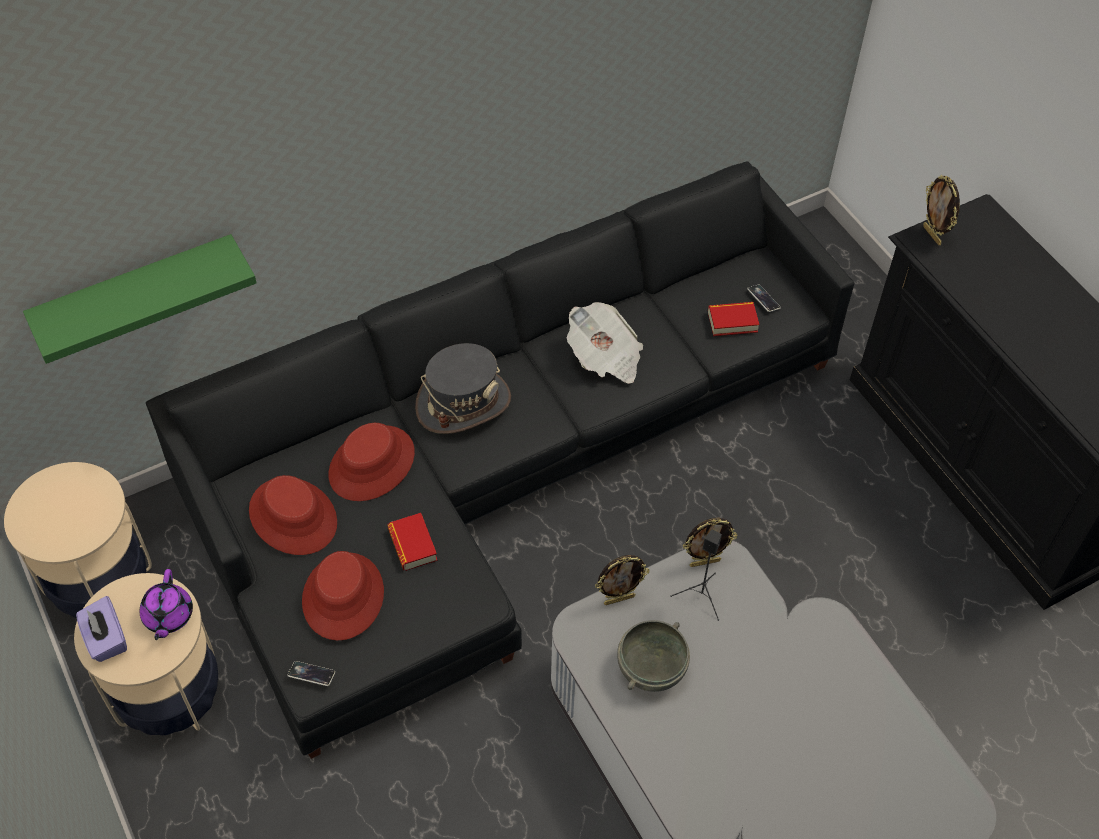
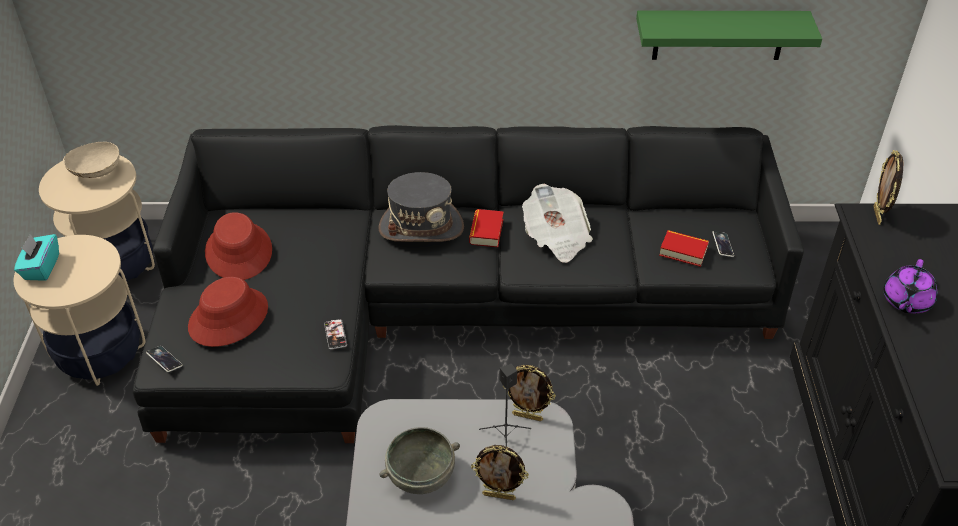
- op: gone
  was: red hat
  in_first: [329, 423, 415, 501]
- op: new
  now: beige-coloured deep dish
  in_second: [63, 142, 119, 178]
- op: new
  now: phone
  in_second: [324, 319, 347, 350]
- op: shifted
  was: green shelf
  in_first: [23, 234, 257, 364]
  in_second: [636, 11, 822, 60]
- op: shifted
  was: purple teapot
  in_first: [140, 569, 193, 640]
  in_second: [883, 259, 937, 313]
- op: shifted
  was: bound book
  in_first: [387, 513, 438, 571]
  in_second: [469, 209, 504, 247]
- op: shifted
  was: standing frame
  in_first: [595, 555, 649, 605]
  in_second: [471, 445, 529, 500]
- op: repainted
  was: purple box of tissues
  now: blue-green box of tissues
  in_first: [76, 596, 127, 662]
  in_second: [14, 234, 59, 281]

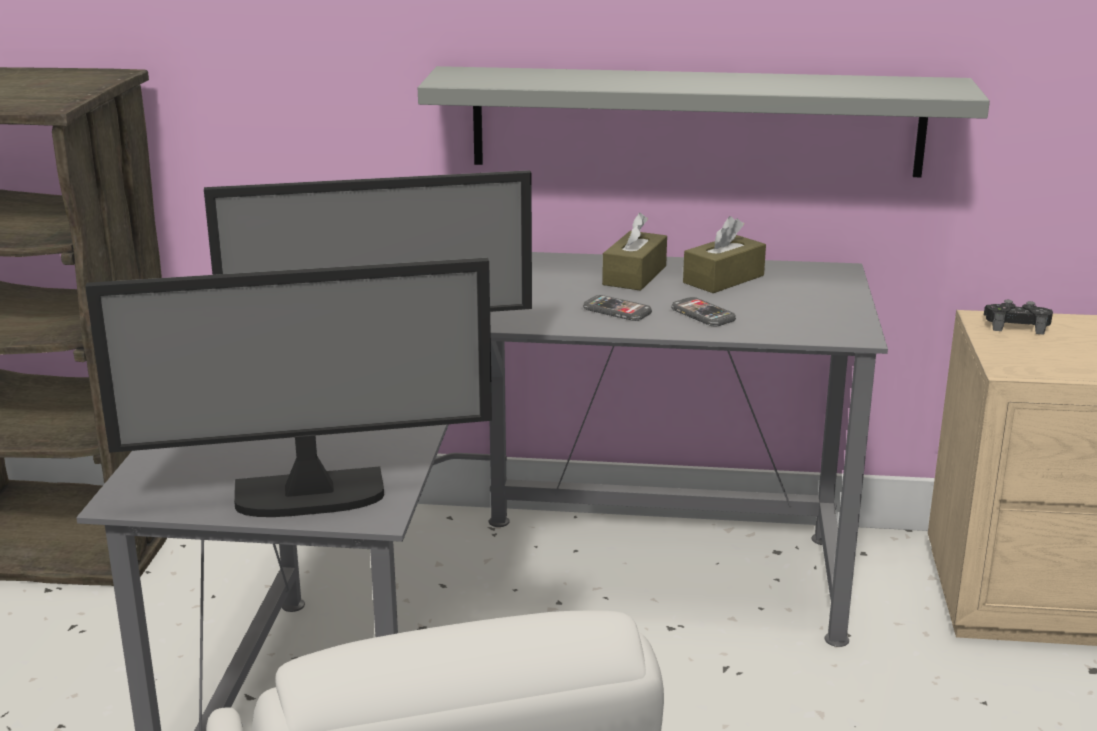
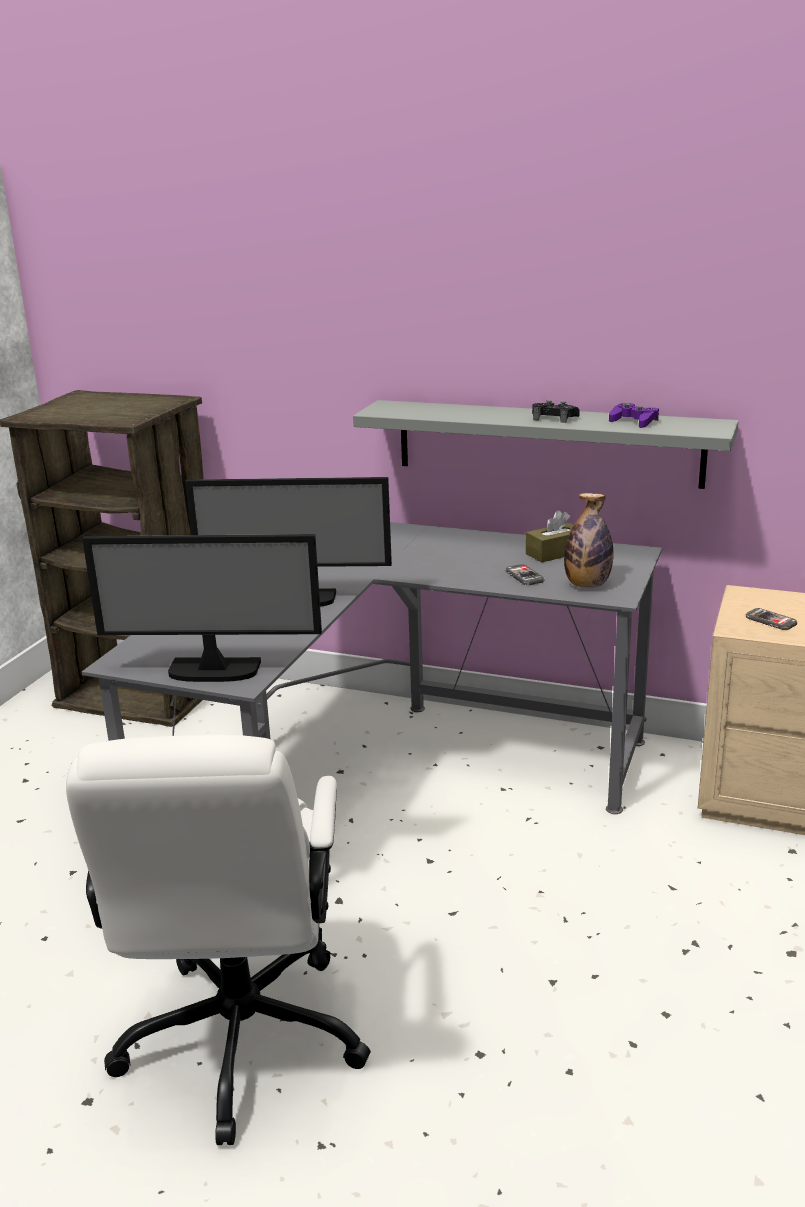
- op: gone
  was: brown-coloured box of tissues
  in_first: [602, 213, 667, 291]
- op: new
  now: beverage bottle
  in_second: [564, 493, 613, 588]
- op: new
  now: purple gamepad
  in_second: [609, 403, 659, 428]
- op: shifted
  was: phone
  in_first: [583, 295, 652, 321]
  in_second: [746, 608, 797, 630]
- op: shifted
  was: black gamepad
  in_first: [984, 300, 1053, 335]
  in_second: [532, 400, 580, 423]

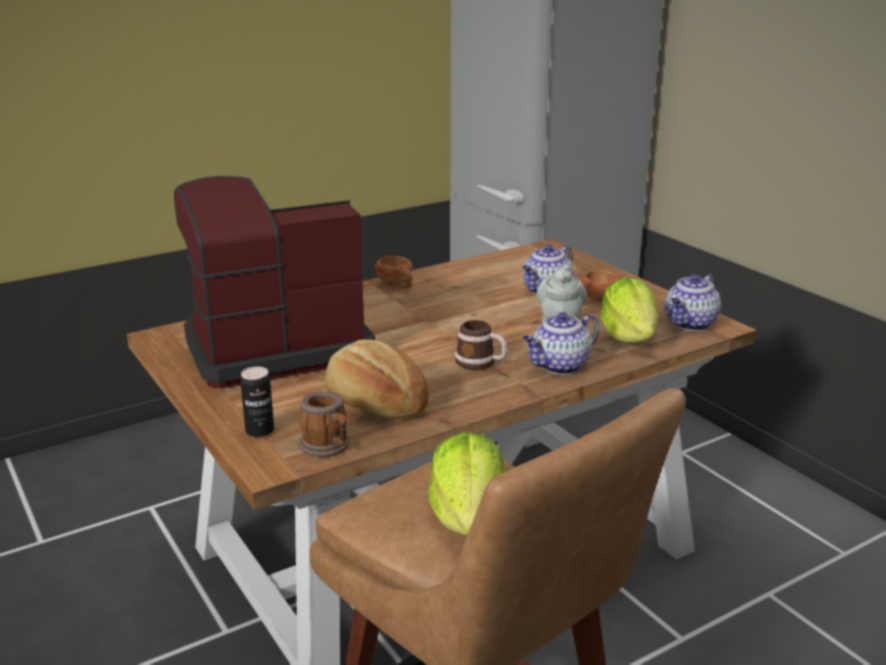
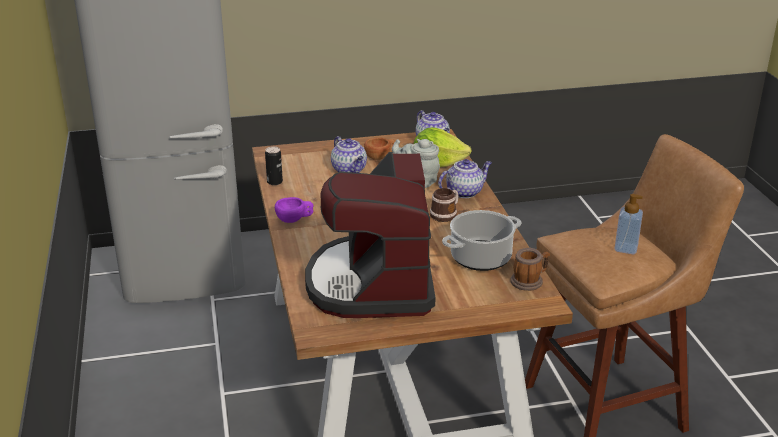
- op: shifted
  was: can
  in_first: [240, 367, 274, 438]
  in_second: [265, 146, 283, 185]
- op: swapped
  was: bread
  now: cooking pot
  in_first: [325, 340, 429, 419]
  in_second: [442, 210, 521, 271]
- op: swapped
  was: lettuce head
  now: soap dispenser
  in_first: [429, 432, 505, 535]
  in_second: [614, 194, 643, 254]
- op: repainted
  was: brown-coloured small cup
  now: purple small cup
  in_first: [376, 256, 412, 289]
  in_second: [275, 197, 313, 223]
- op: rotated
  was: teapot
  in_first: [523, 312, 600, 375]
  in_second: [438, 159, 492, 198]
  clockwise: -105

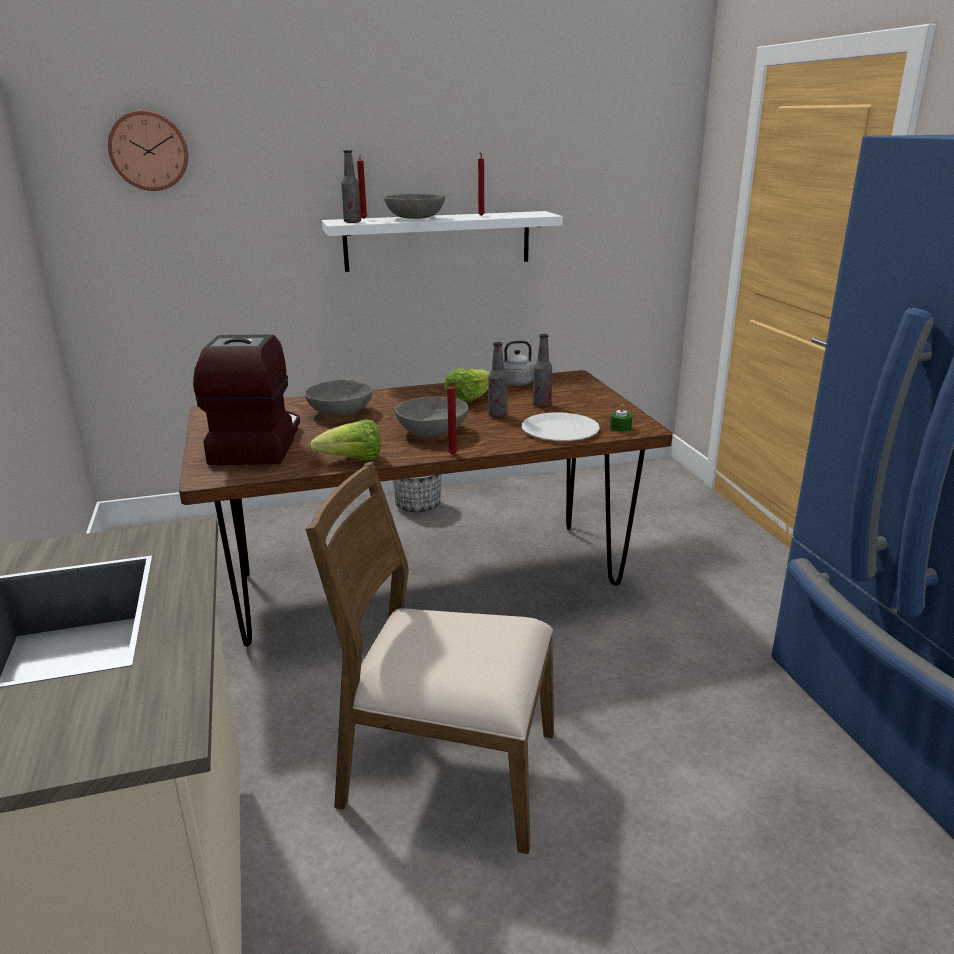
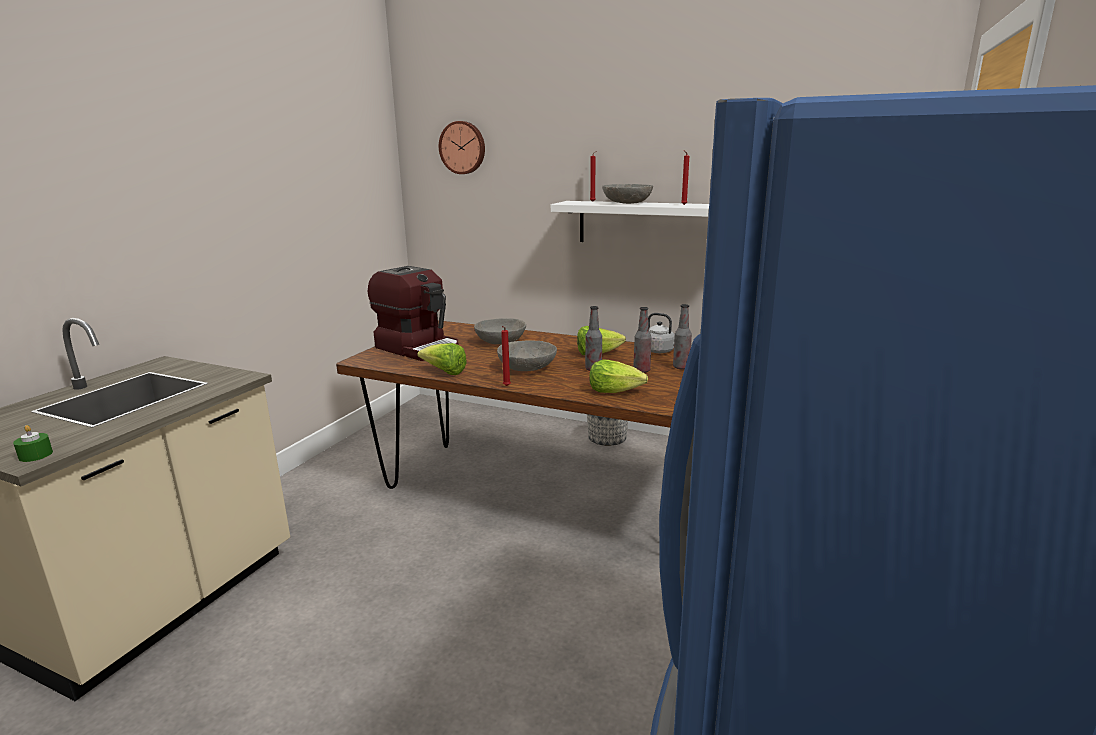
- op: gone
  was: brown-coloured chair
  in_first: [306, 462, 554, 854]
- op: shifted
  was: beverage bottle
  in_first: [341, 150, 361, 223]
  in_second: [673, 304, 692, 370]
- op: shifted
  was: green wax candle
  in_first: [610, 404, 632, 432]
  in_second: [13, 425, 53, 462]
- op: swapped
  was: white-coloured plate
  now: lettuce head
  in_first: [522, 413, 600, 441]
  in_second: [590, 360, 648, 393]
- op: rotated
  was: coffee brewer
  in_first: [193, 334, 300, 465]
  in_second: [368, 266, 459, 361]
  clockwise: 90

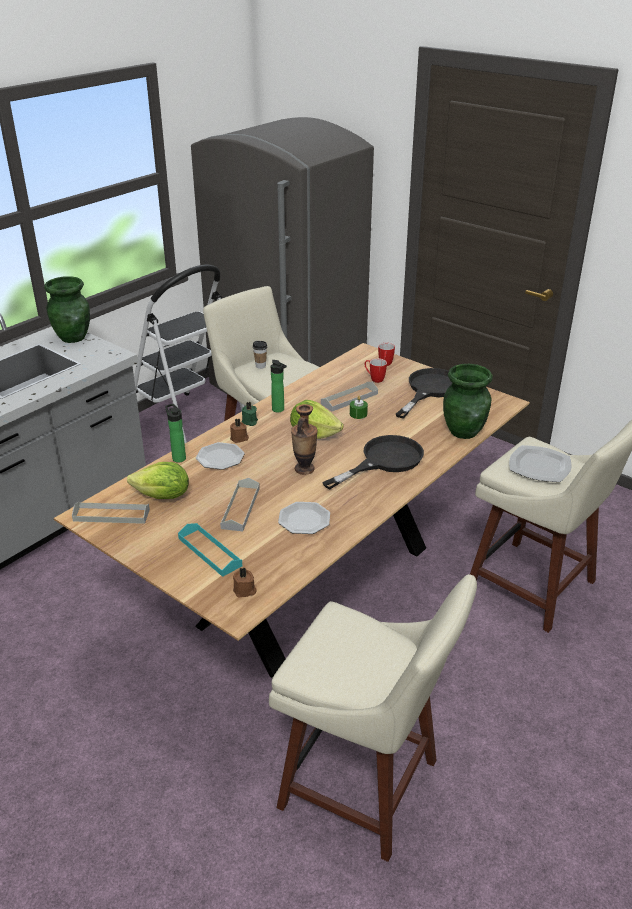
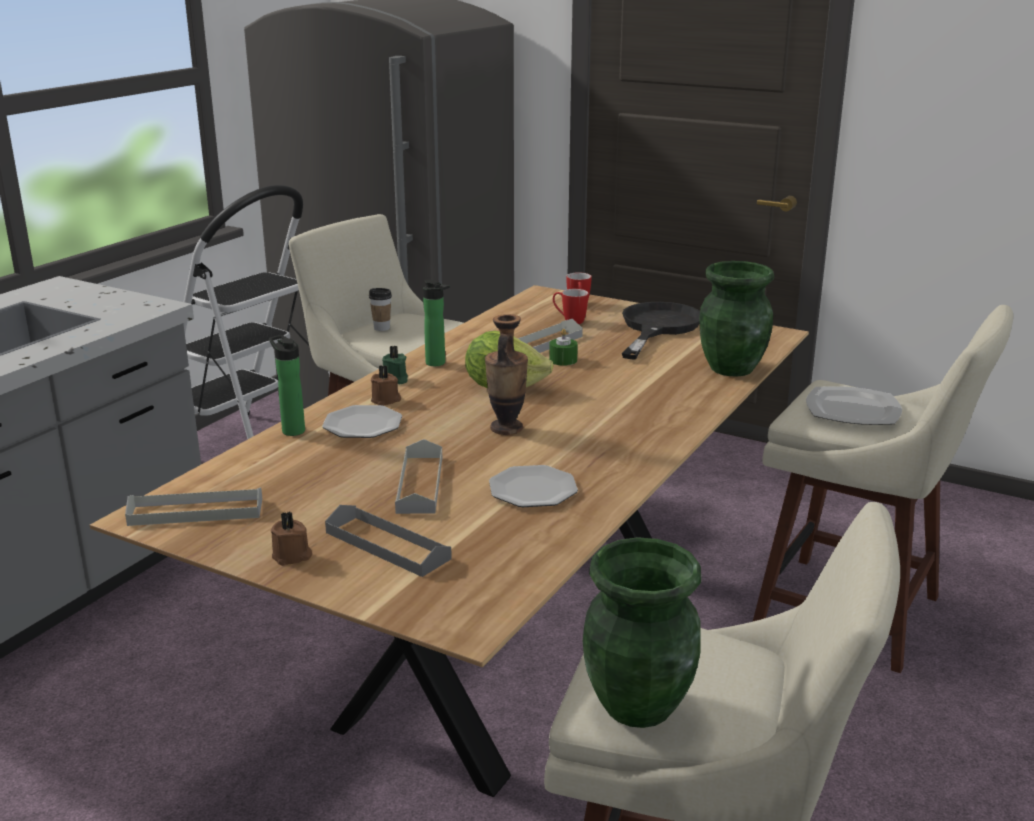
- op: gone
  was: lettuce head
  in_first: [127, 462, 189, 499]
- op: gone
  was: black frying pan
  in_first: [322, 435, 424, 490]
- op: shifted
  was: green decorative vase
  in_first: [44, 276, 90, 343]
  in_second: [583, 537, 701, 728]
- op: shifted
  was: brown-coloured wax candle
  in_first: [233, 568, 257, 598]
  in_second: [270, 512, 312, 566]
- op: repainted
  was: blue-green tray
  now: grey tray
  in_first: [178, 523, 242, 577]
  in_second: [325, 505, 452, 577]

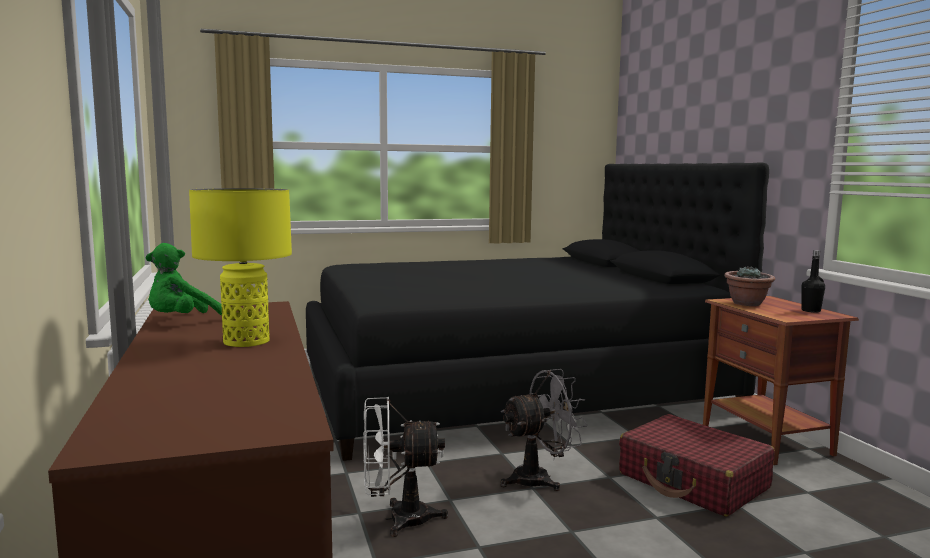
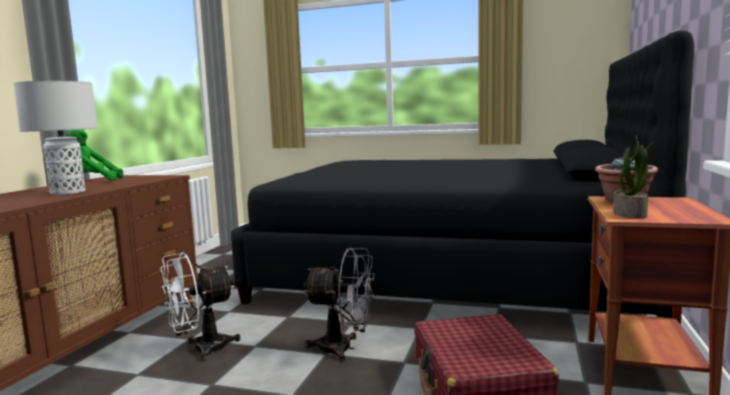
- op: gone
  was: black beverage bottle
  in_first: [802, 250, 825, 313]
- op: new
  now: potted plant
  in_second: [613, 136, 655, 219]
- op: repainted
  was: yellow-coloured lamp for a table
  now: white-coloured lamp for a table
  in_first: [189, 188, 292, 347]
  in_second: [14, 81, 98, 195]
- op: rotated
  was: white-coloured electric fan
  in_first: [363, 397, 448, 537]
  in_second: [160, 252, 241, 361]
  clockwise: -60

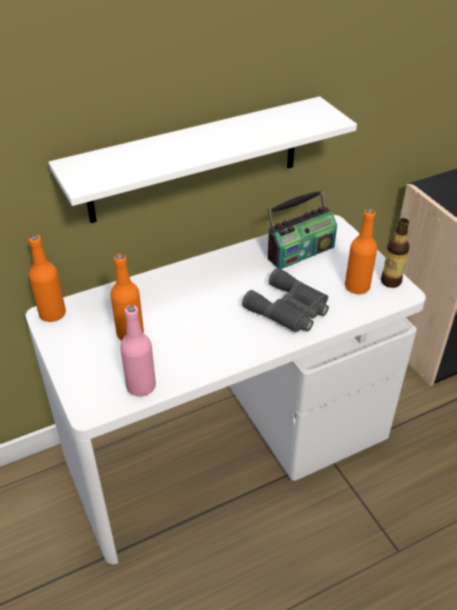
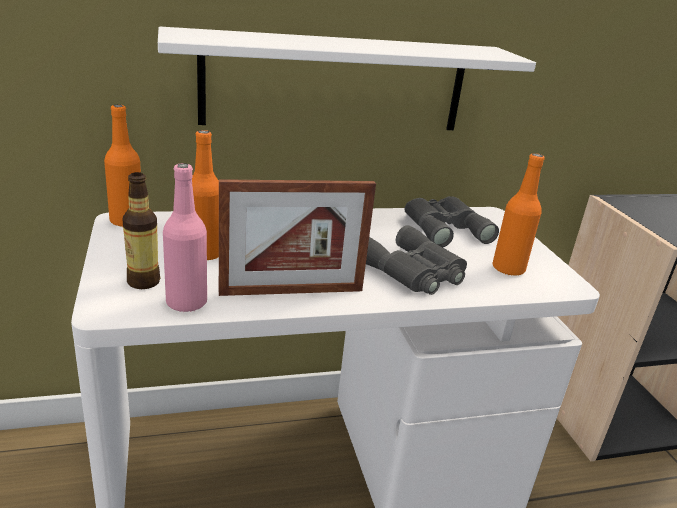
- op: new
  now: standing frame
  in_second: [219, 179, 376, 296]
- op: shifted
  was: beverage bottle
  in_first: [381, 218, 409, 288]
  in_second: [123, 172, 160, 289]
- op: swapped
  was: radio set
  now: grey pair of binoculars
  in_first: [267, 190, 337, 269]
  in_second: [404, 196, 499, 247]

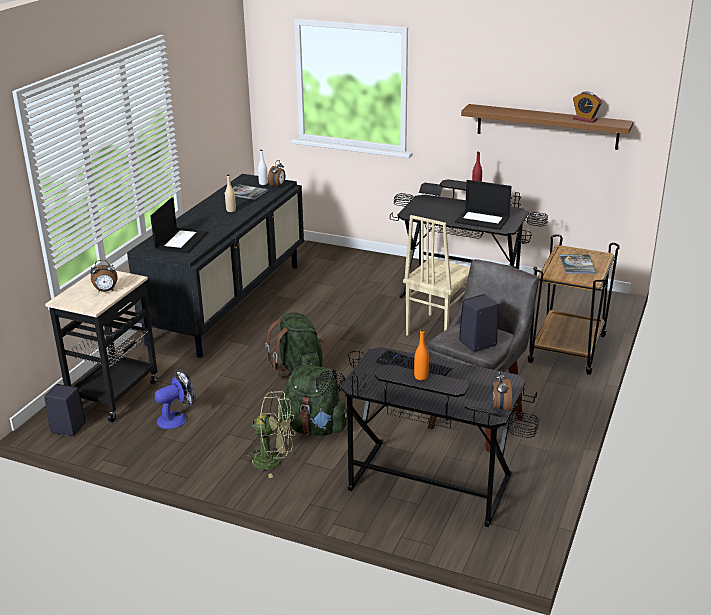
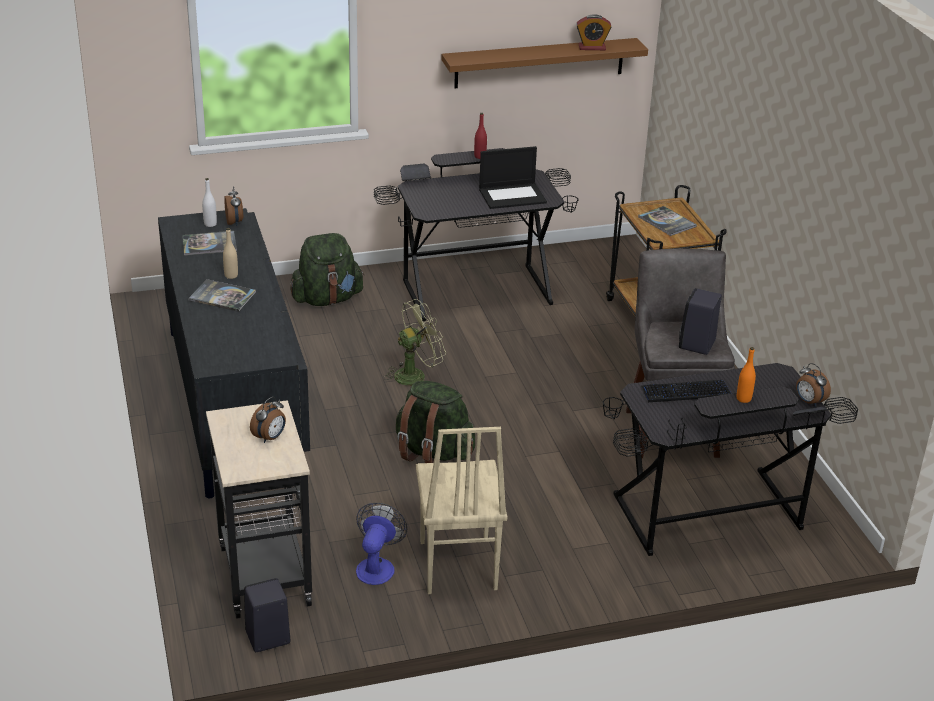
- op: gone
  was: laptop
  in_first: [150, 197, 208, 253]
- op: new
  now: bound book
  in_second: [189, 279, 256, 312]
- op: shifted
  was: green electric fan
  in_first: [246, 391, 295, 478]
  in_second: [384, 299, 446, 385]
- op: shifted
  was: green rucksack
  in_first: [278, 365, 347, 436]
  in_second: [290, 233, 364, 306]
- op: shifted
  was: beige-coloured chair
  in_first: [403, 215, 470, 336]
  in_second: [416, 427, 508, 594]

